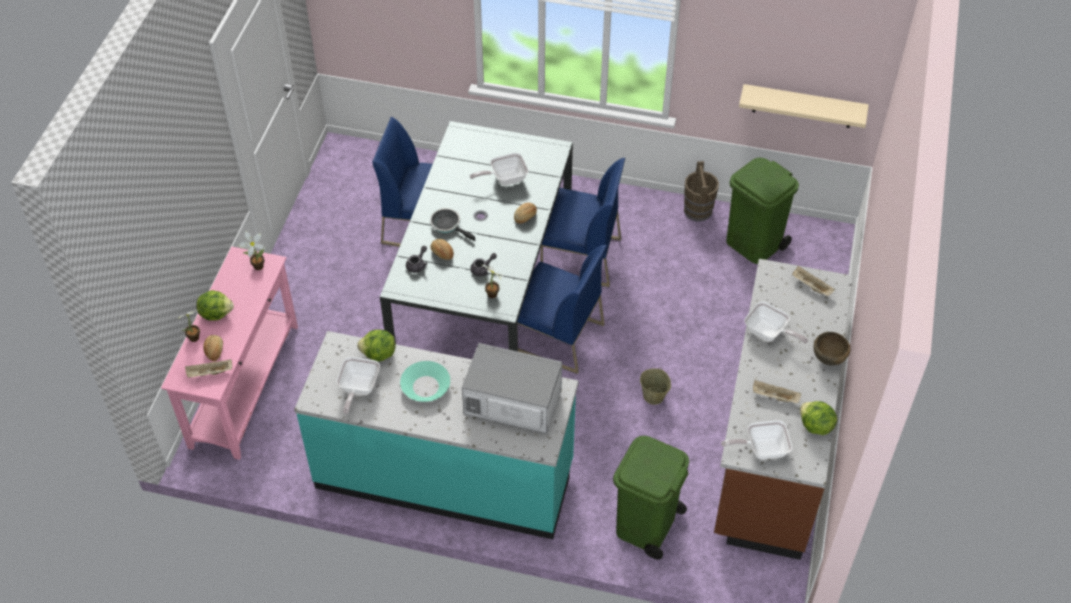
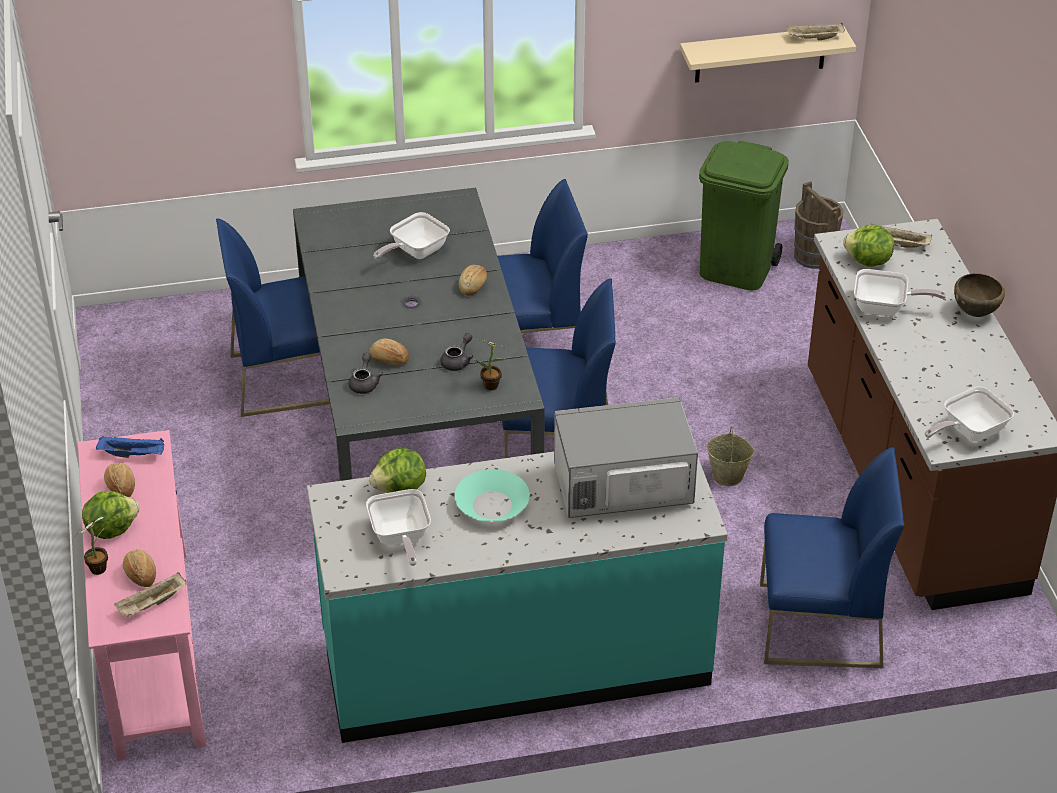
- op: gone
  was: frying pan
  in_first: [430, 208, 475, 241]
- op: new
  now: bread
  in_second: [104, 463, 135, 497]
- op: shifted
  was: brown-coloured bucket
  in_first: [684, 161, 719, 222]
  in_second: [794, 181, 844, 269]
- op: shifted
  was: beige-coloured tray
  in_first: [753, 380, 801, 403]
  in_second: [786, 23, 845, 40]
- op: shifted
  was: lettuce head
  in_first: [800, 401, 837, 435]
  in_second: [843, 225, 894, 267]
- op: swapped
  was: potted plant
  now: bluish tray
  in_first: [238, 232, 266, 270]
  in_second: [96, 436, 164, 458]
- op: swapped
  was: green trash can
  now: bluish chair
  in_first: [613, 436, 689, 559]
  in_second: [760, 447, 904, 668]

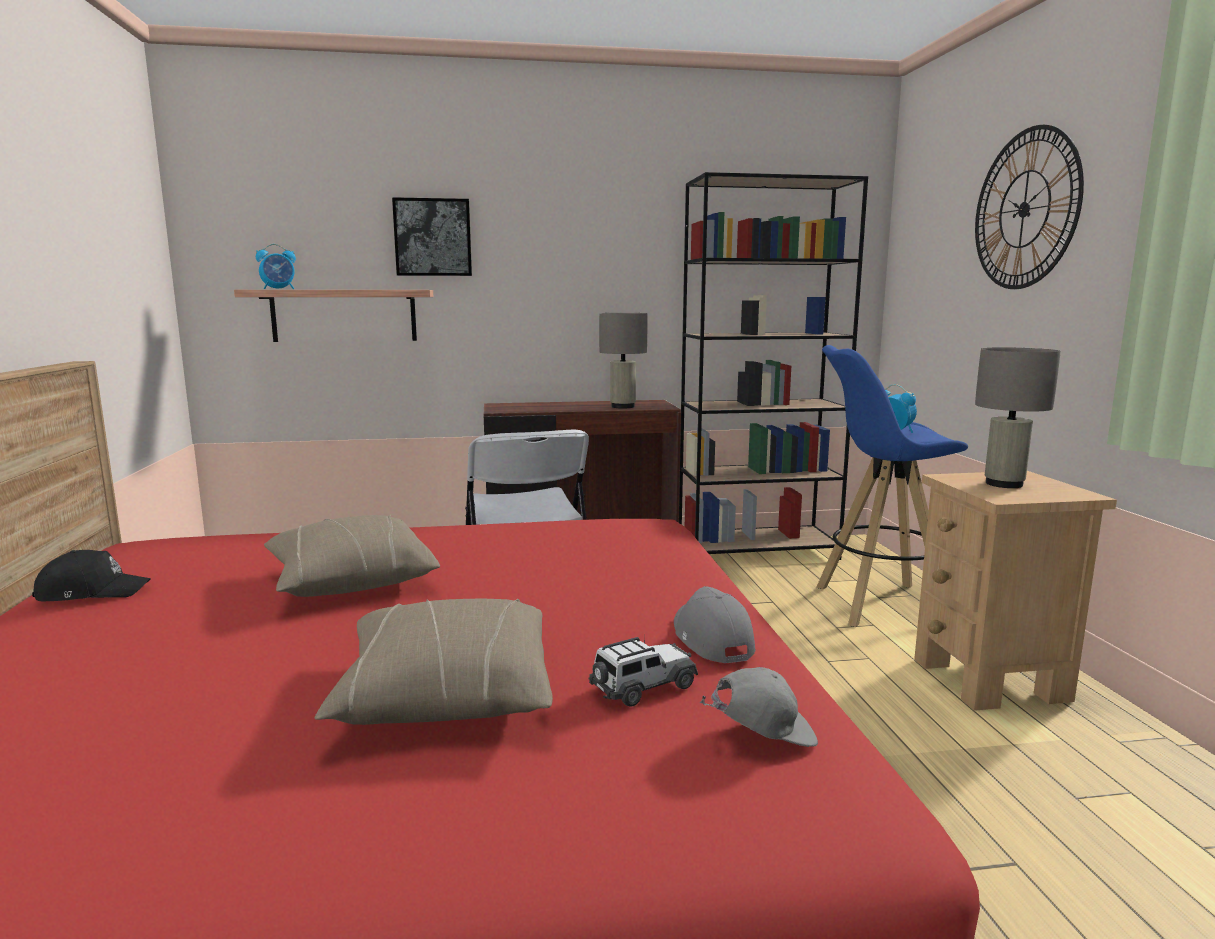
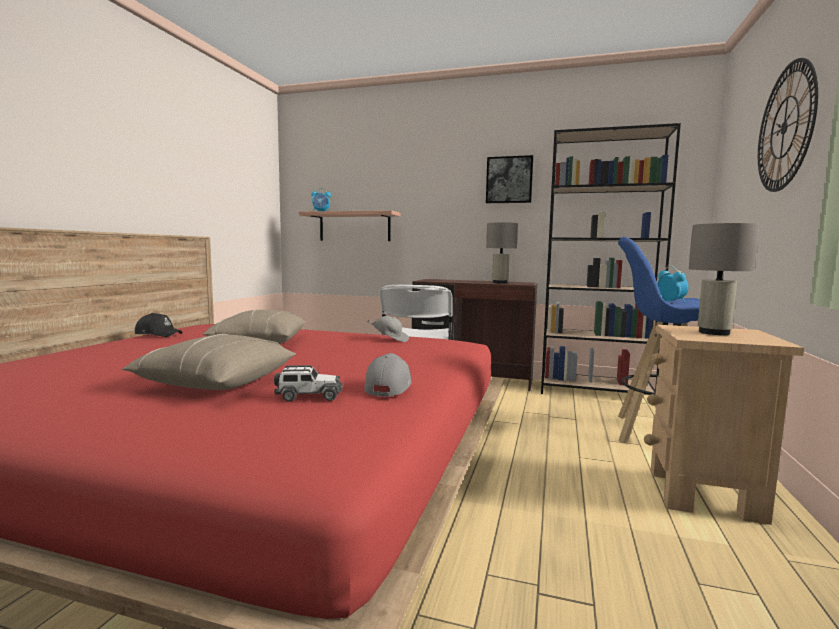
- op: shifted
  was: picture
  in_first: [392, 197, 472, 276]
  in_second: [486, 155, 533, 203]
- op: shifted
  was: grey peaked cap
  in_first: [700, 667, 818, 747]
  in_second: [367, 316, 409, 342]

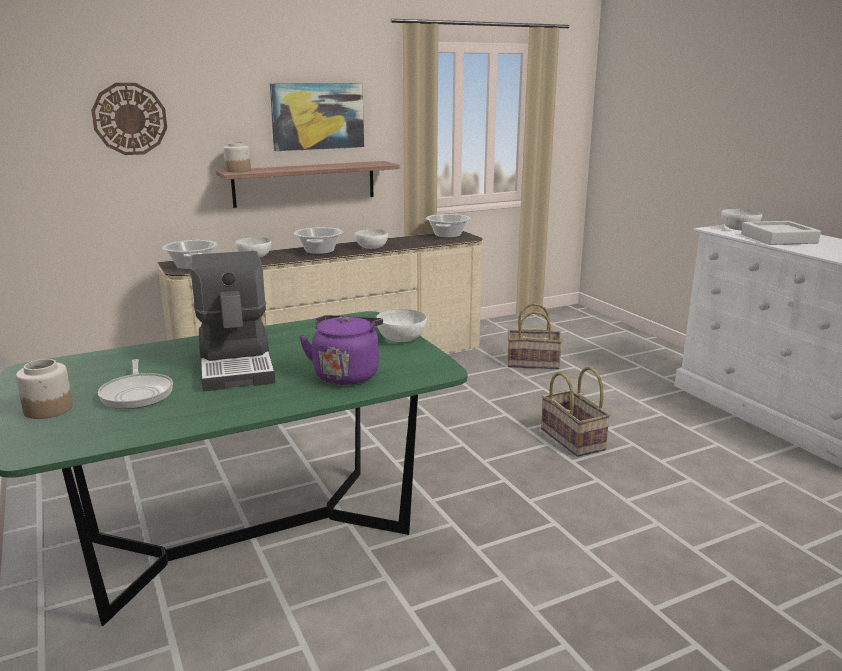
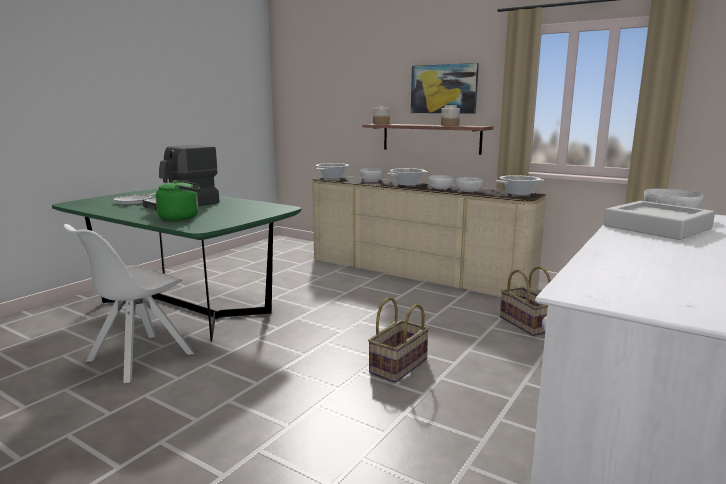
- op: gone
  was: hanging clock
  in_first: [91, 83, 167, 155]
- op: new
  now: white-coloured chair
  in_second: [64, 224, 194, 383]
- op: shifted
  was: storage jar
  in_first: [16, 359, 73, 419]
  in_second: [441, 105, 460, 126]
- op: shifted
  was: white-coloured deep dish
  in_first: [377, 309, 427, 342]
  in_second: [456, 177, 483, 192]
- op: repainted
  was: purple water kettle
  now: green water kettle
  in_first: [299, 315, 383, 385]
  in_second: [156, 180, 200, 221]

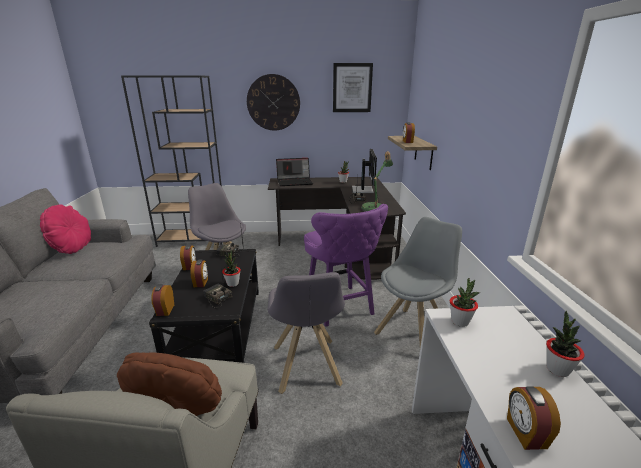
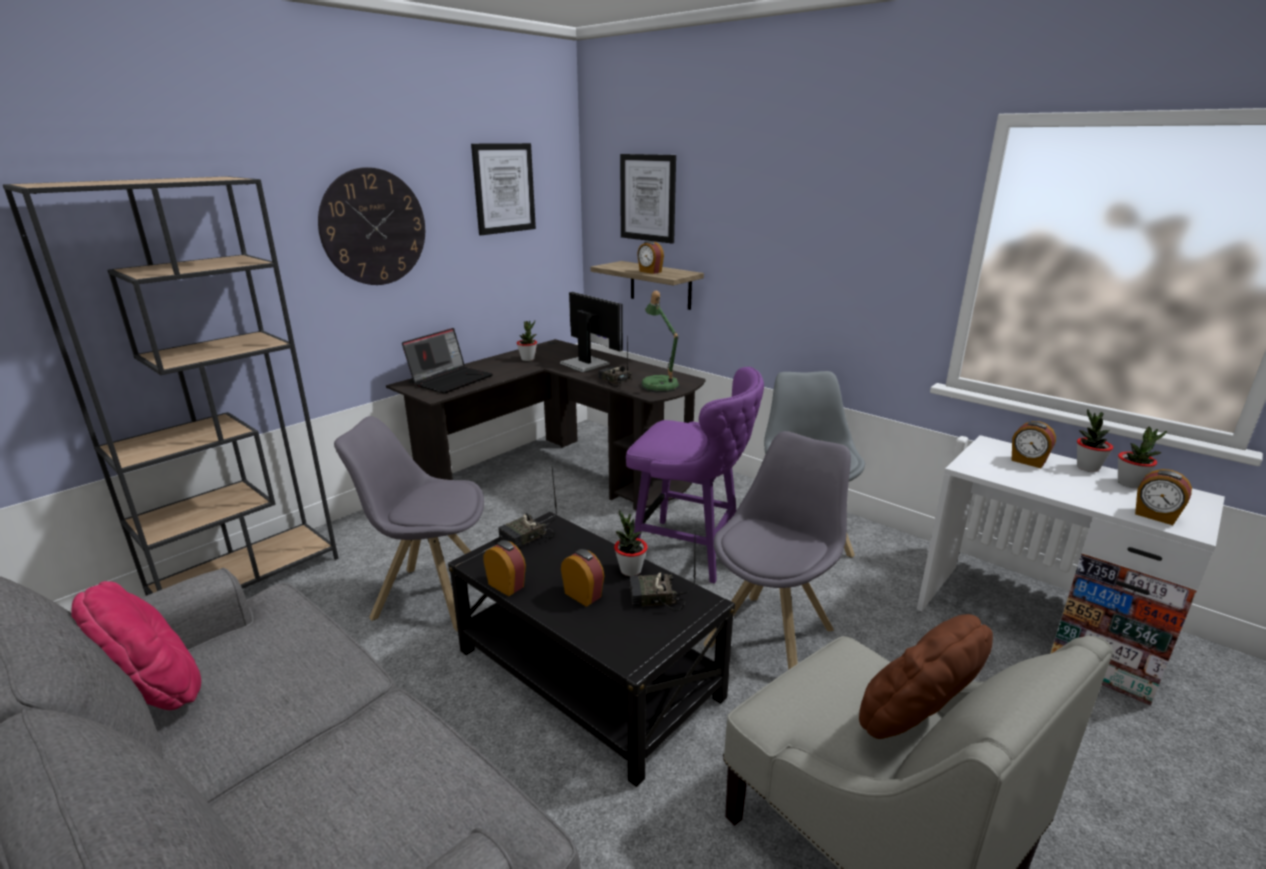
- op: new
  now: picture
  in_second: [620, 154, 676, 243]
- op: shifted
  was: table clock
  in_first: [151, 284, 174, 316]
  in_second: [1012, 421, 1056, 468]
- op: shifted
  was: potted plant
  in_first: [450, 278, 480, 327]
  in_second: [1118, 427, 1167, 488]
- op: rotated
  was: grey chair
  in_first: [268, 272, 345, 394]
  in_second: [704, 431, 851, 670]
  clockwise: -90

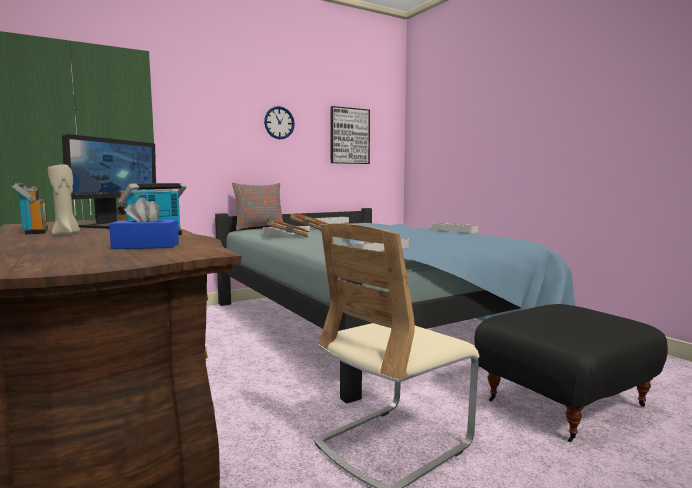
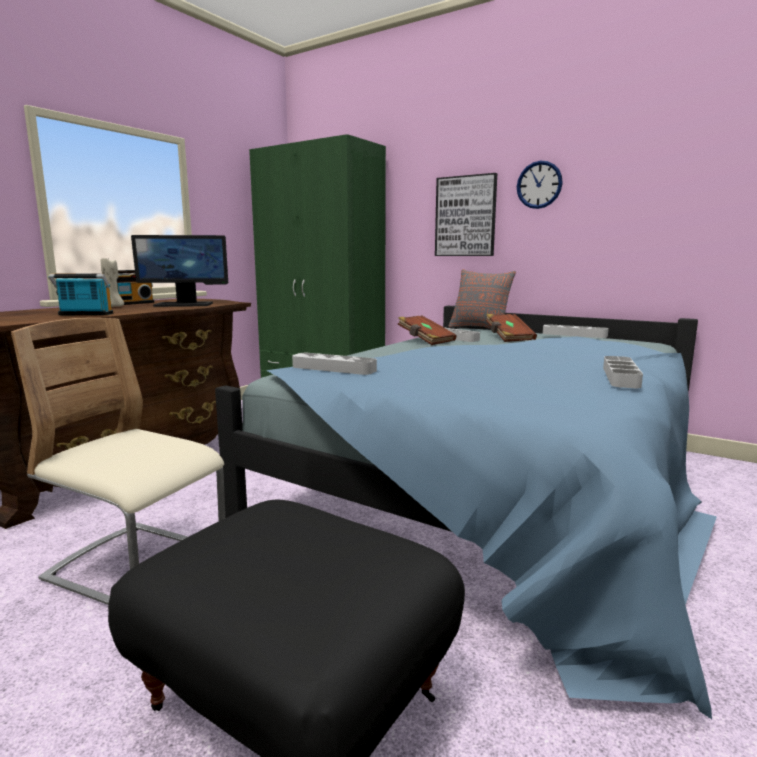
- op: gone
  was: bluish box of tissues
  in_first: [109, 197, 179, 249]
- op: shifted
  was: picture
  in_first: [330, 106, 370, 164]
  in_second: [435, 173, 497, 256]

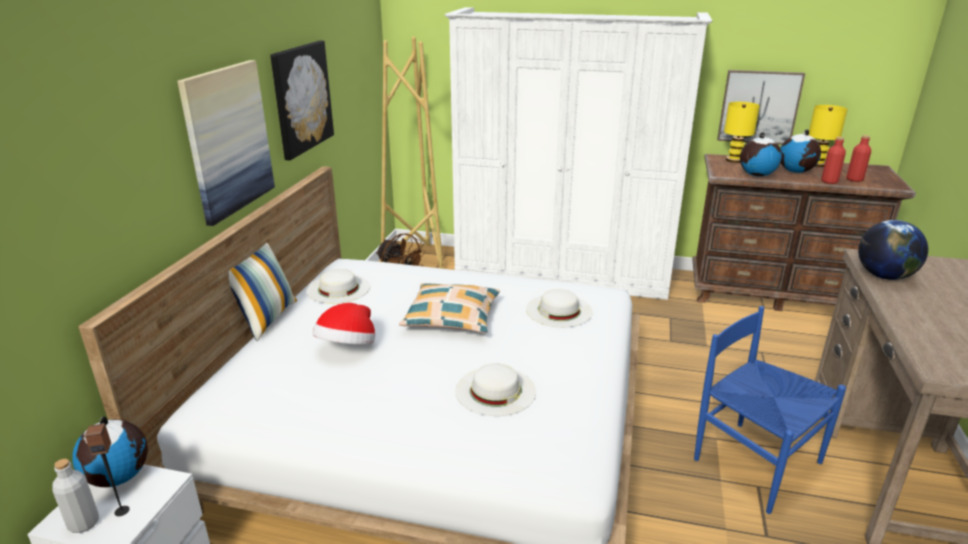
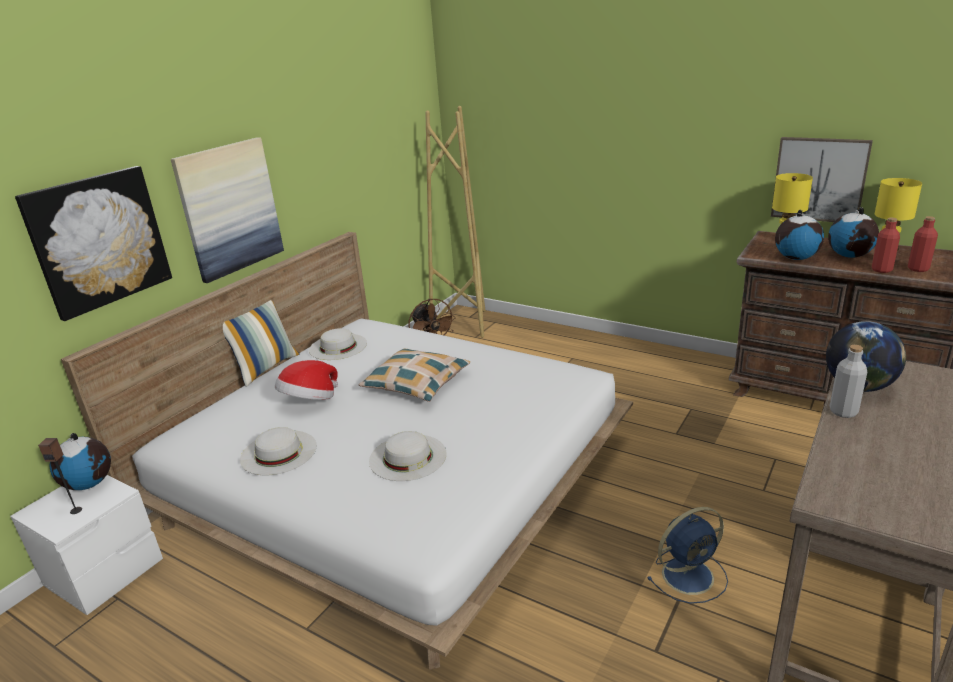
- op: gone
  was: white-coloured clothes cupboard
  in_first: [444, 7, 713, 300]
- op: shifted
  was: grey beverage bottle
  in_first: [52, 459, 99, 533]
  in_second: [830, 345, 867, 418]
- op: shifted
  was: picture
  in_first: [270, 41, 334, 160]
  in_second: [15, 166, 172, 321]
- op: shifted
  was: white-coloured hat
  in_first: [526, 289, 593, 327]
  in_second: [240, 427, 317, 475]
- op: swapped
  was: bluish chair
  now: bluish electric fan
  in_first: [694, 306, 846, 514]
  in_second: [647, 507, 728, 604]

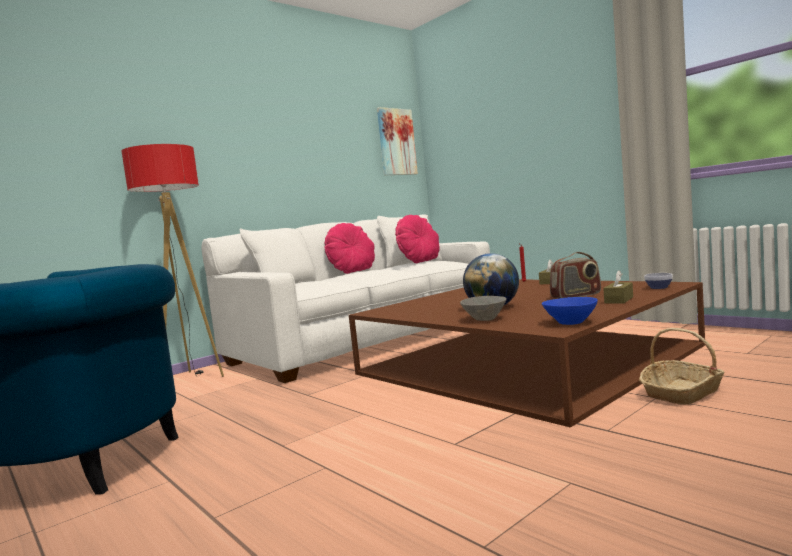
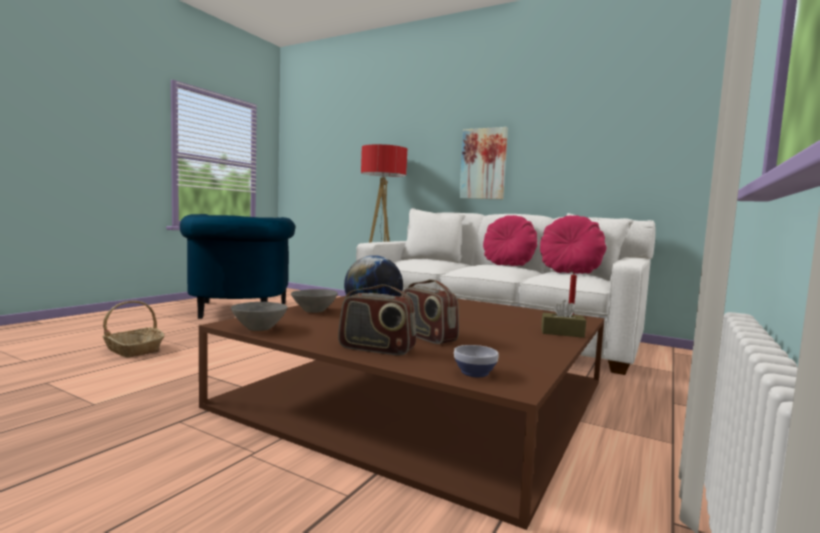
- op: shifted
  was: picture
  in_first: [377, 107, 418, 175]
  in_second: [459, 127, 508, 199]
- op: shifted
  was: basket
  in_first: [639, 328, 724, 405]
  in_second: [102, 301, 164, 358]
- op: swapped
  was: brown-coloured box of tissues
  now: radio set
  in_first: [603, 270, 633, 304]
  in_second: [338, 284, 416, 355]
- op: repainted
  was: bluish deep dish
  now: grey deep dish
  in_first: [542, 297, 598, 325]
  in_second: [231, 302, 288, 331]

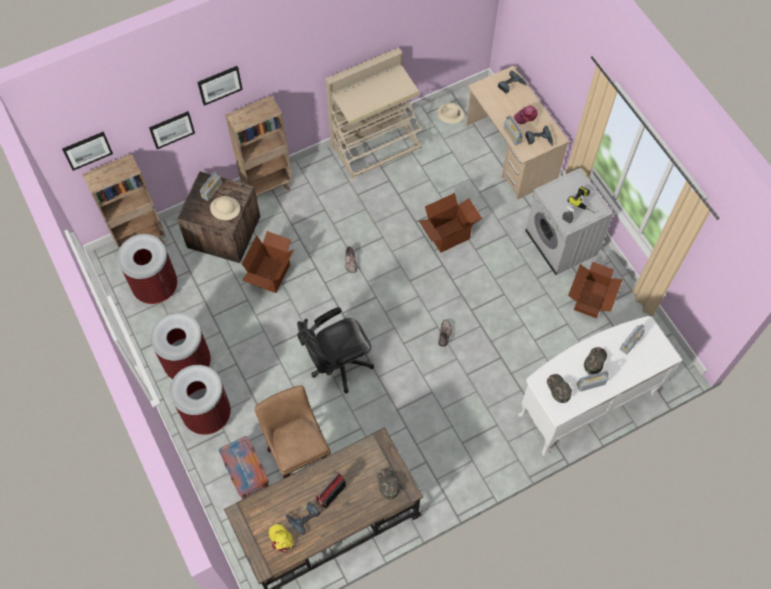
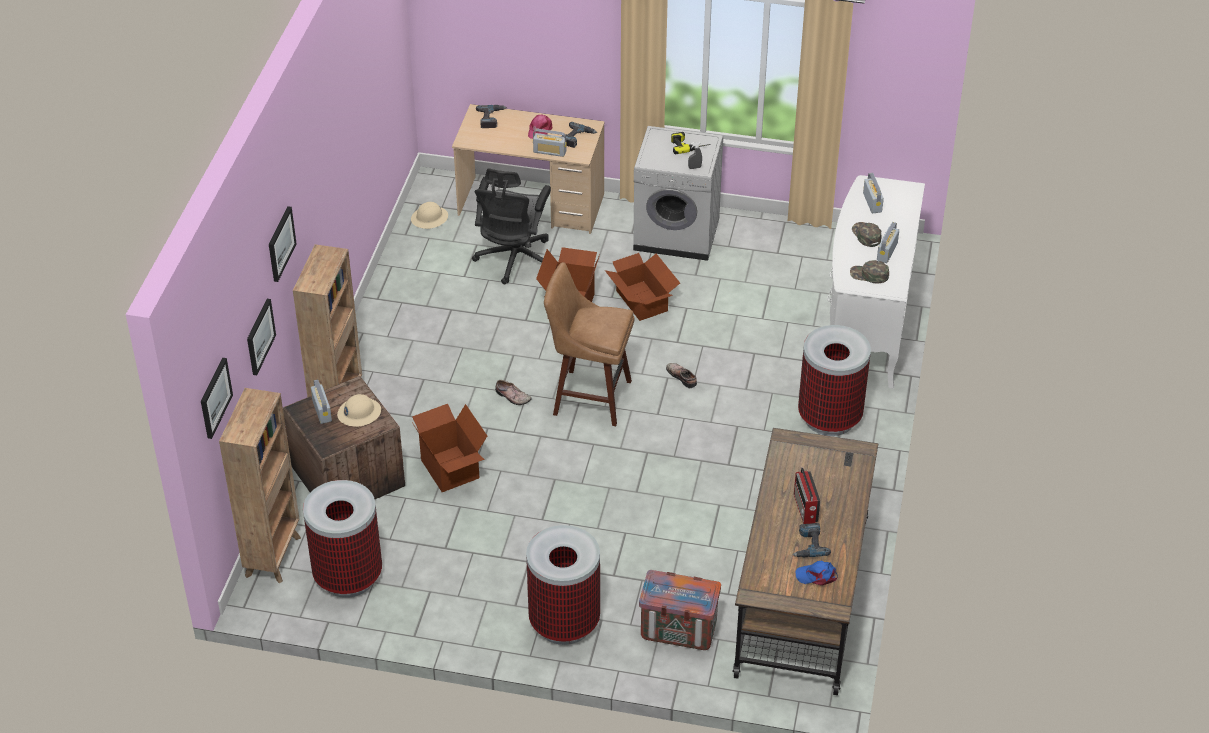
- op: gone
  was: beige-coloured shoe stand
  in_first: [325, 48, 423, 180]
- op: gone
  was: green peaked cap
  in_first: [377, 468, 399, 500]
- op: shifted
  was: trash can
  in_first: [150, 312, 211, 379]
  in_second: [798, 325, 871, 436]
- op: shifted
  was: brown-coloured sitting stool
  in_first: [254, 385, 331, 478]
  in_second: [544, 262, 634, 426]
- op: shifted
  was: computer chair
  in_first: [297, 307, 374, 393]
  in_second: [472, 168, 551, 284]
- op: shifted
  was: cardboard box
  in_first: [568, 262, 623, 318]
  in_second: [605, 253, 680, 321]
- op: repainted
  was: yellow-coloured peaked cap
  now: bluish peaked cap
  in_first: [269, 524, 295, 553]
  in_second: [795, 561, 838, 585]

